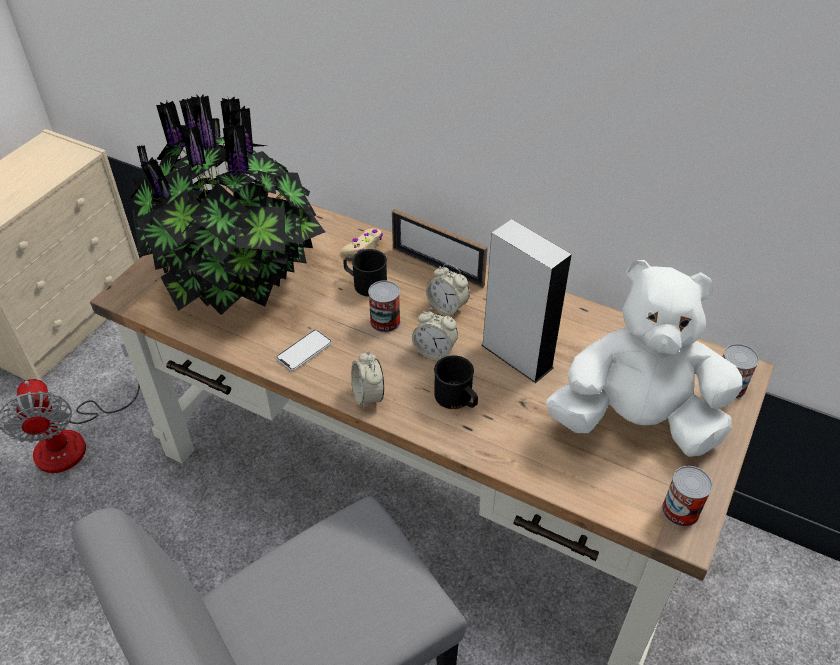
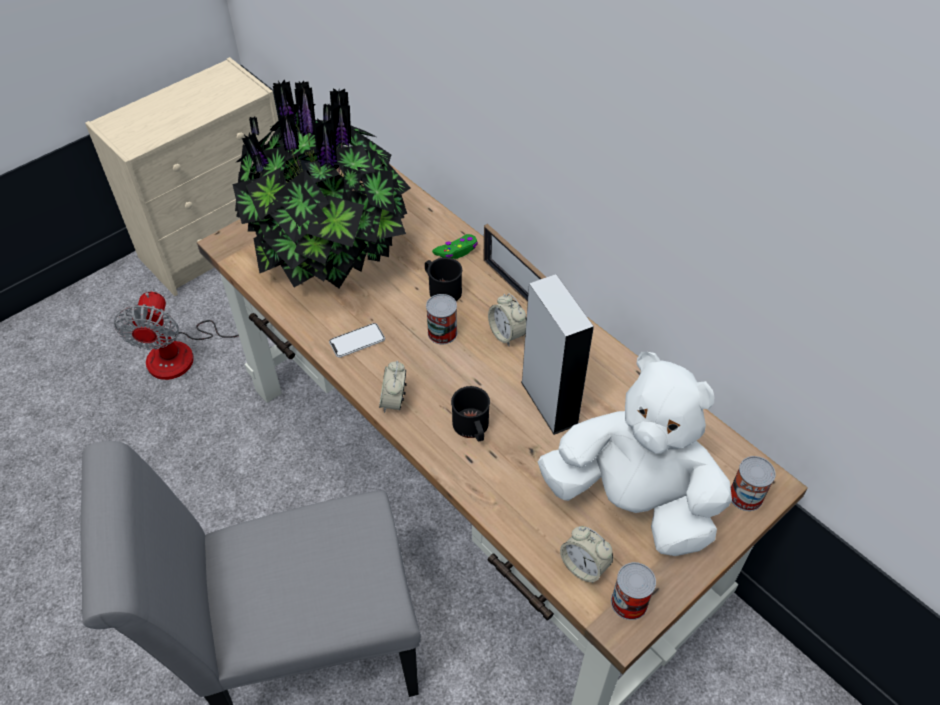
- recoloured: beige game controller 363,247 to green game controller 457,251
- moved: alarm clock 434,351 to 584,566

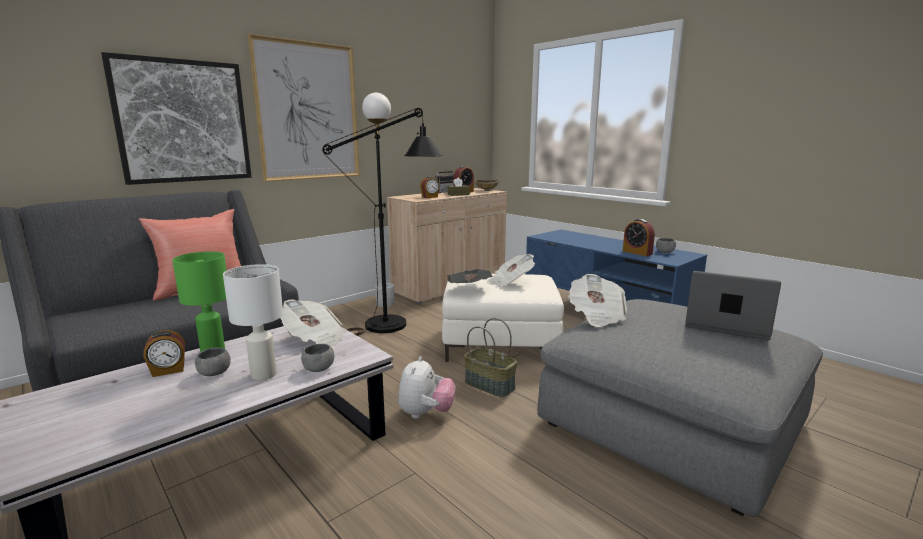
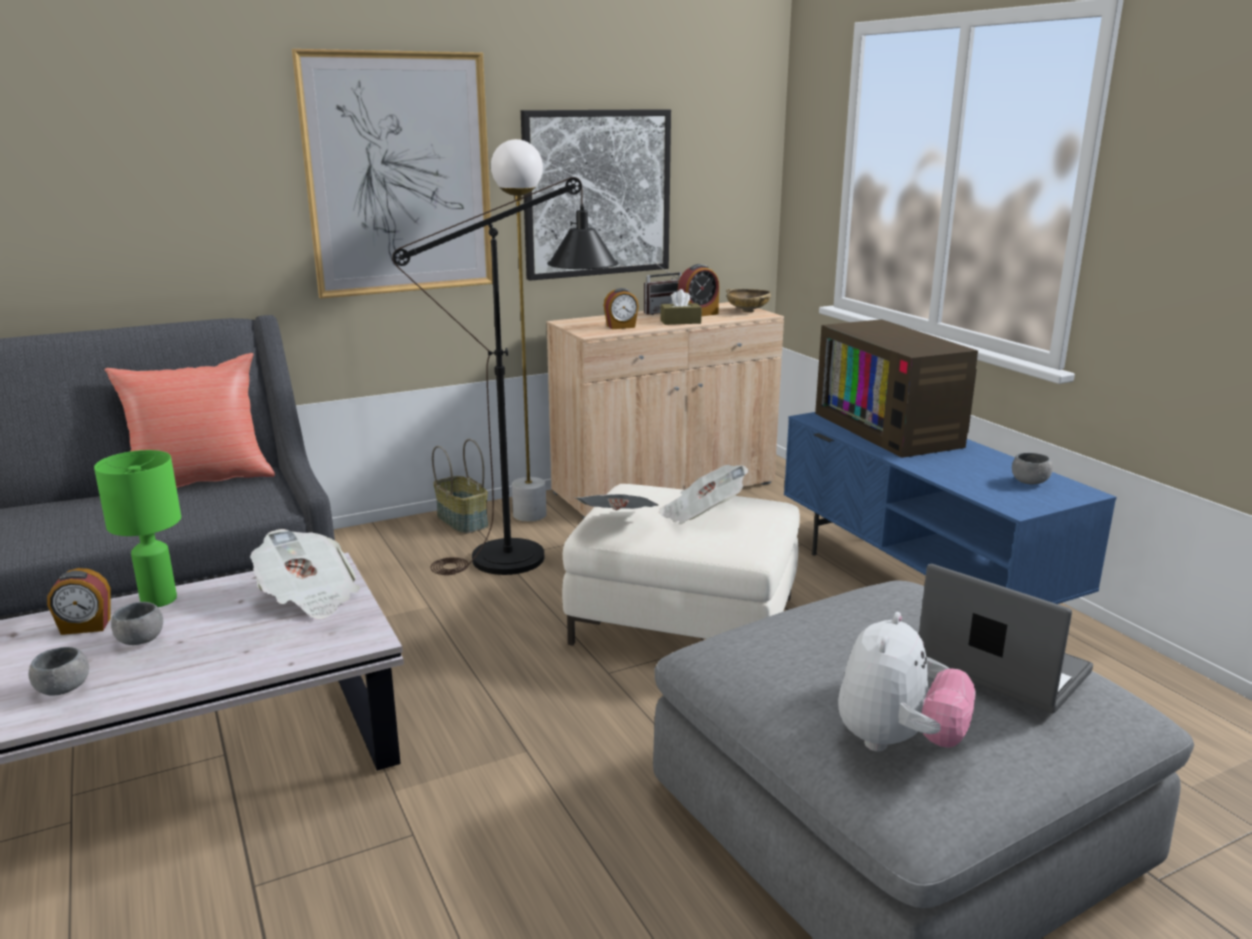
- moved: picture 183,121 to 597,193
- removed: alarm clock 637,252
- removed: white table lamp 263,375
- removed: newspaper 596,315
- moved: basket 490,385 to 463,521
- moved: grey bowl 318,369 to 63,689
- moved: plush toy 425,413 to 897,742
- added: television 891,429

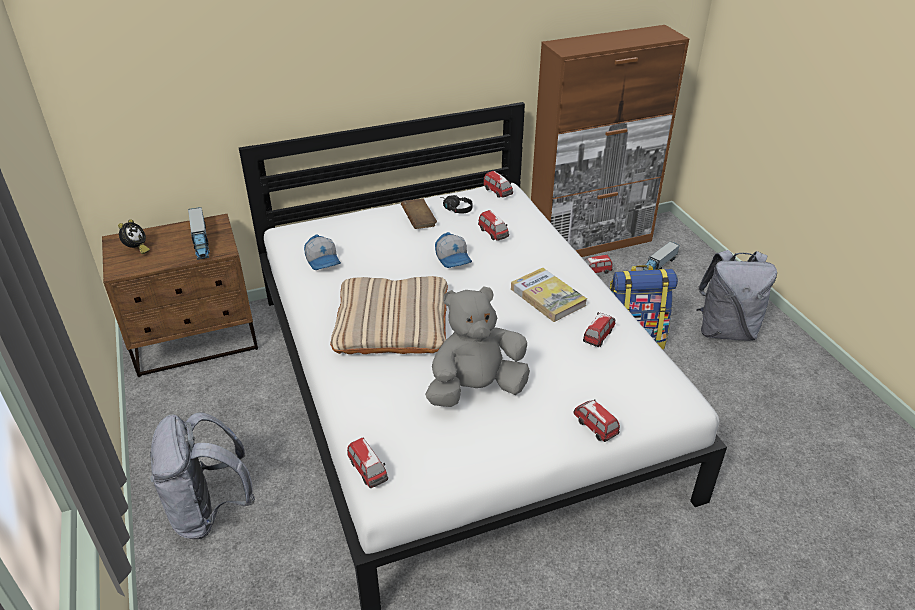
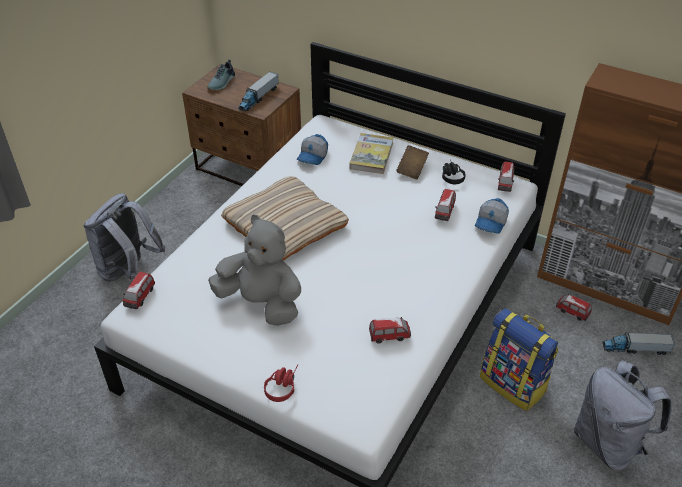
- replaced: alarm clock 136,249 to shoe 222,82
- moved: cap 454,258 to 491,222
- moved: book 547,297 to 371,155
- replaced: toy car 594,427 to red headphones 282,385

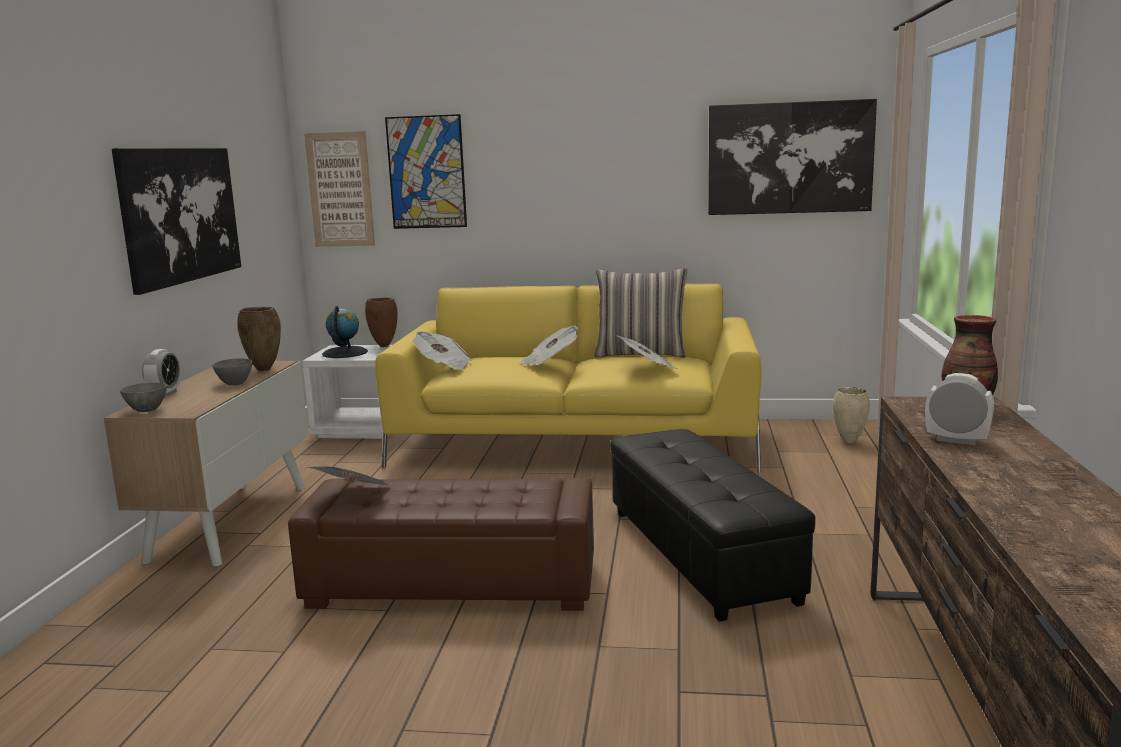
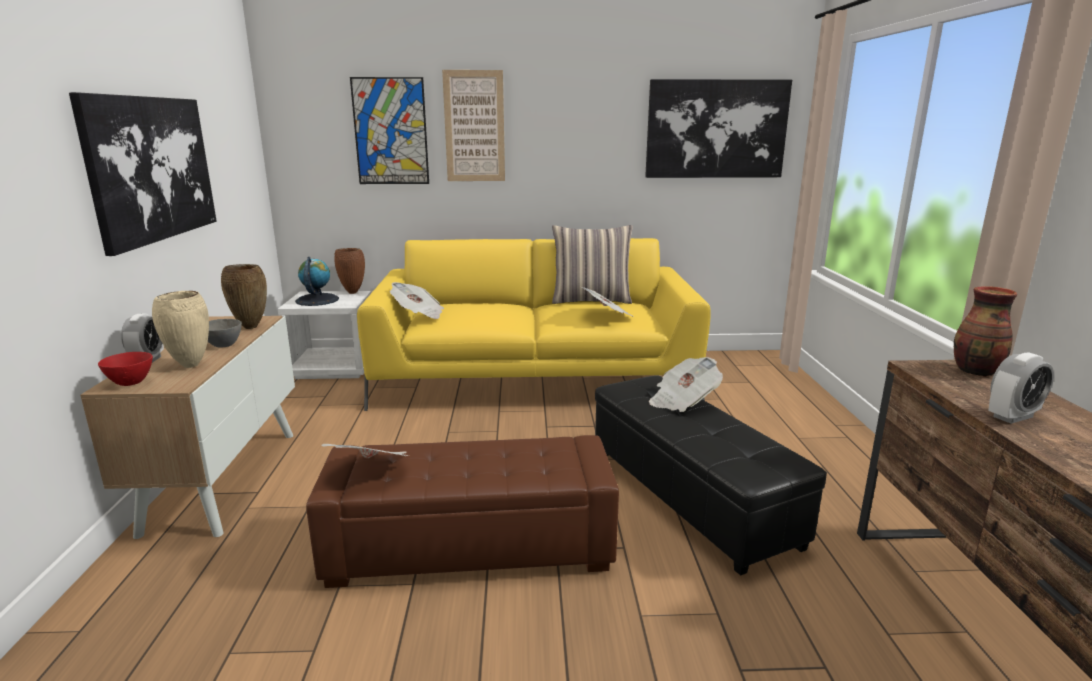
- moved: picture 340,190 to 474,126
- moved: newspaper 550,361 to 683,401
- turned: alarm clock 956,440 = 1012,416 135 degrees clockwise
- recoloured: grey bowl 147,410 to red bowl 131,383
- moved: beige vase 848,442 to 189,366

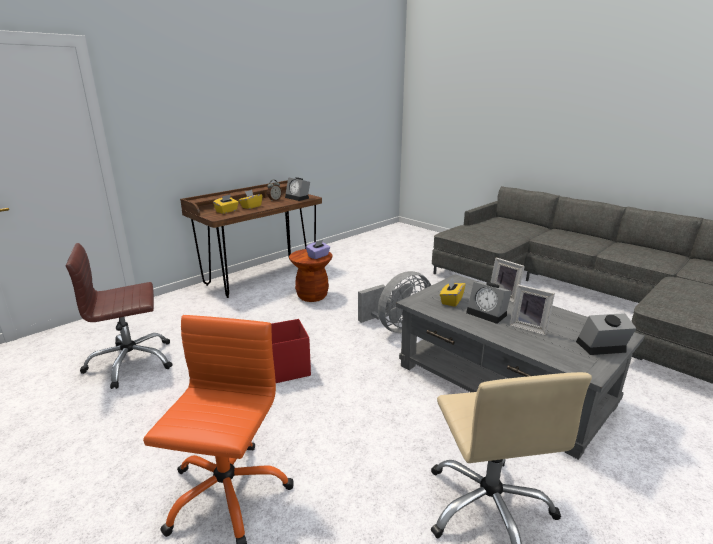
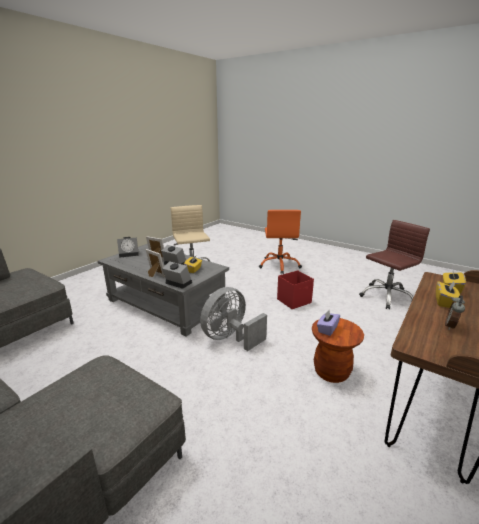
- moved: alarm clock 298,198 to 177,283

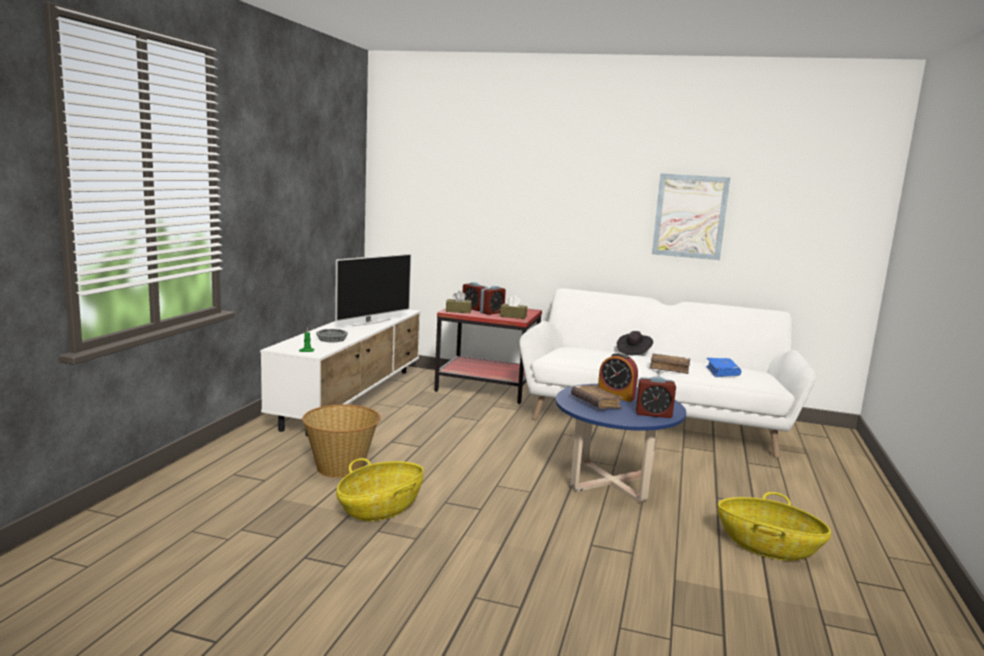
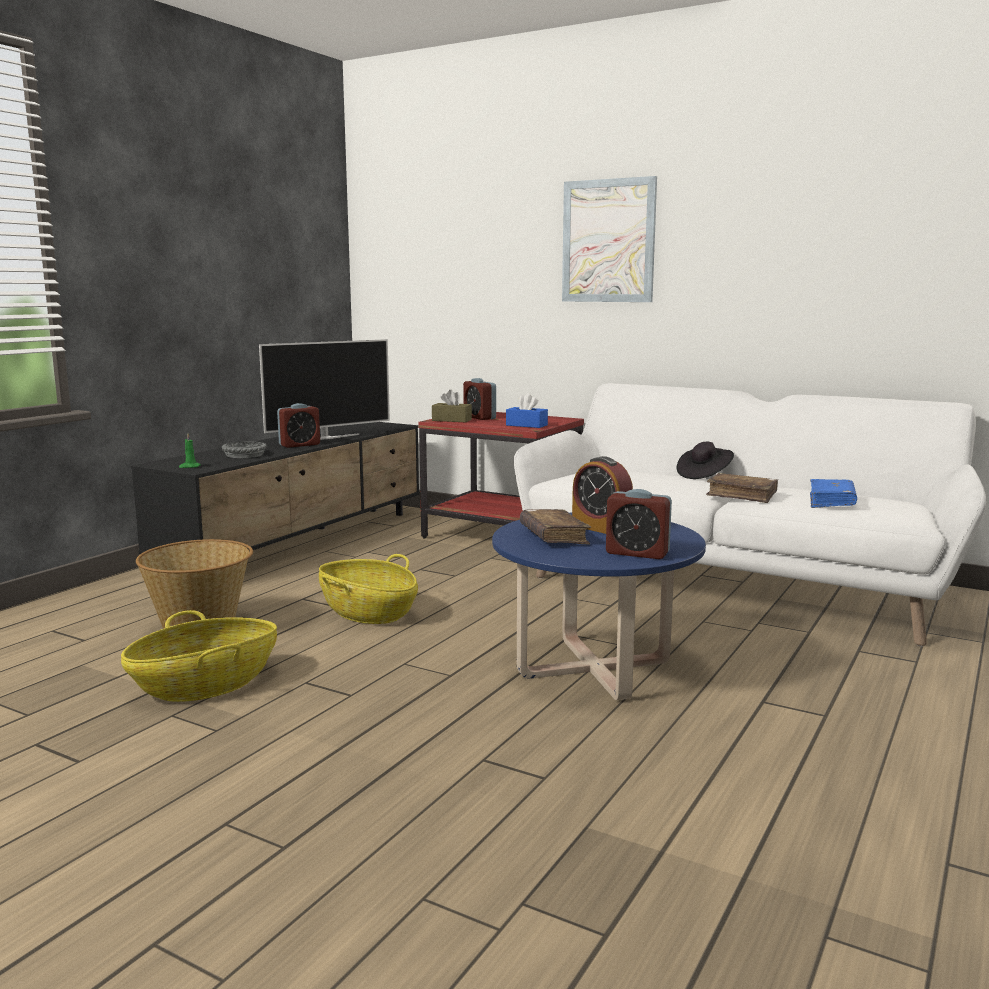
- moved: picture 690,216 to 608,241
- moved: alarm clock 492,312 to 299,445
- recoloured: brown tissue box 513,316 to blue tissue box 526,425
- recoloured: white tv stand 352,397 to black tv stand 300,543
- moved: basket 768,546 to 368,612

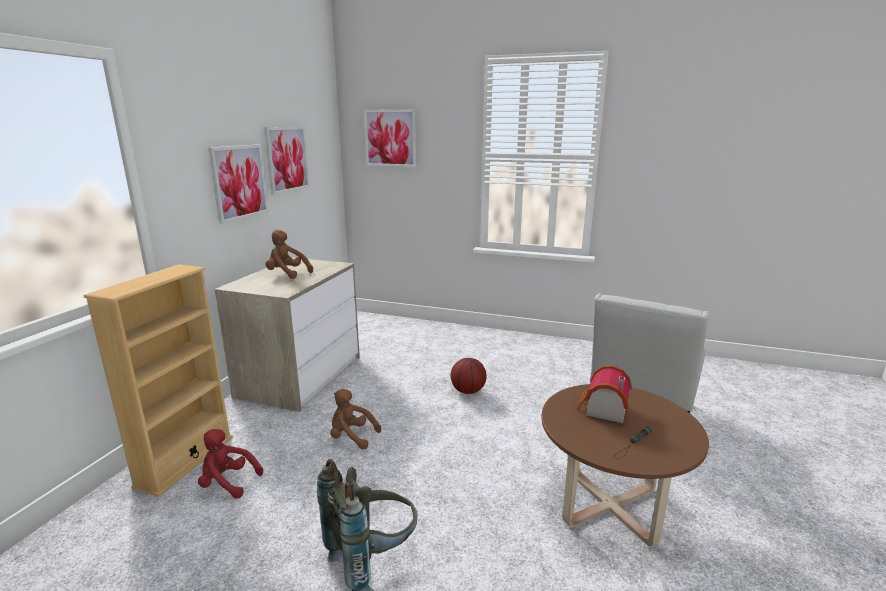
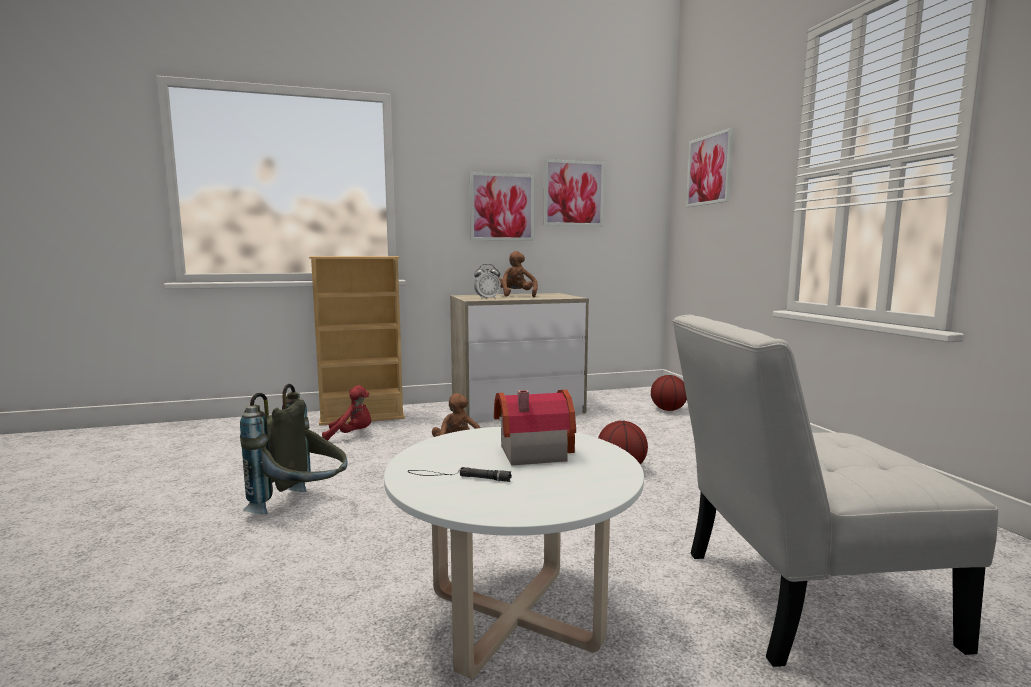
- recoloured: brown coffee table 609,506 to white coffee table 514,618
- turned: red plush toy 228,483 = 351,435 105 degrees clockwise
- added: alarm clock 487,299
- added: basketball 668,409

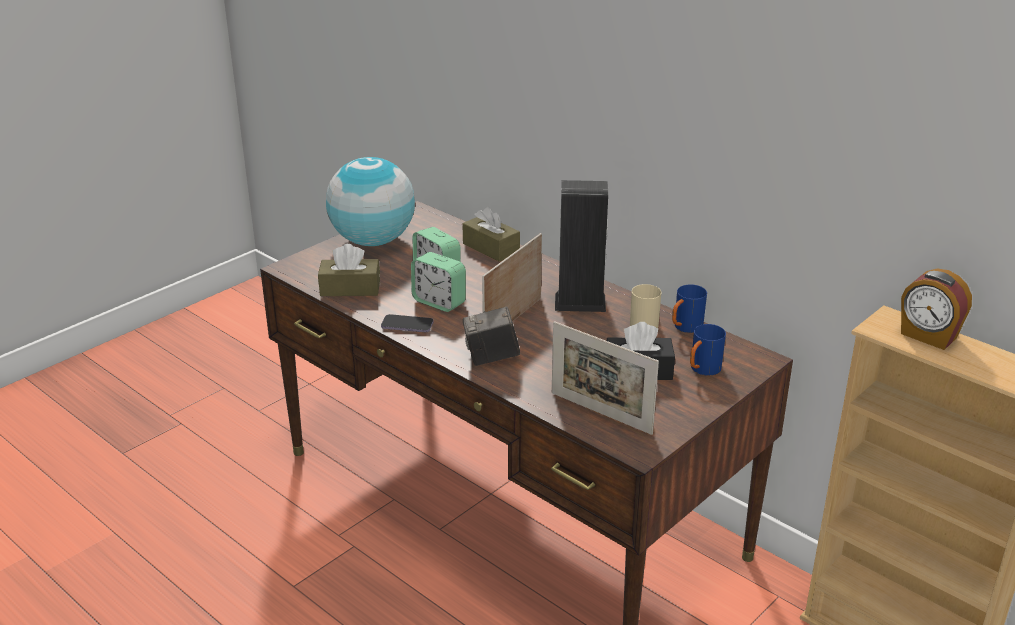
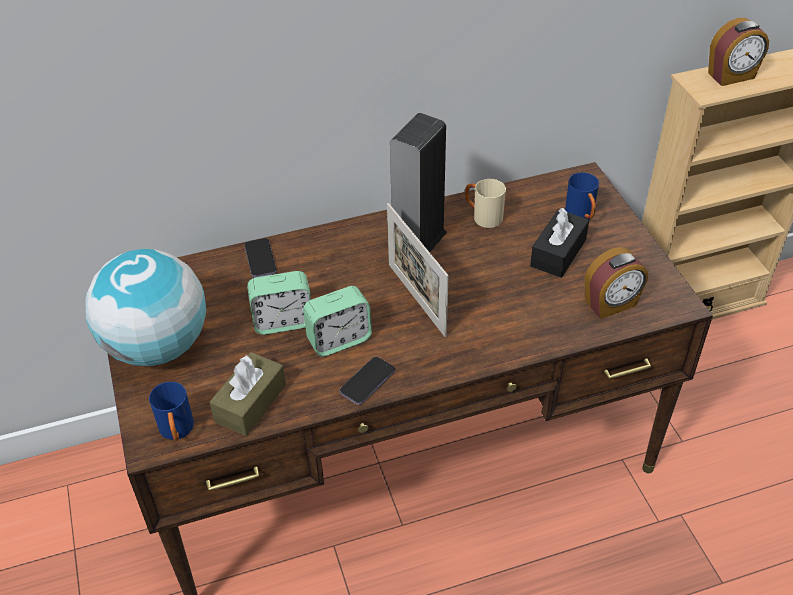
- replaced: brown tissue box 491,248 to phone 260,259
- moved: blue mug 684,328 to 177,432
- removed: photo camera 491,358
- replaced: picture frame 600,413 to alarm clock 611,304

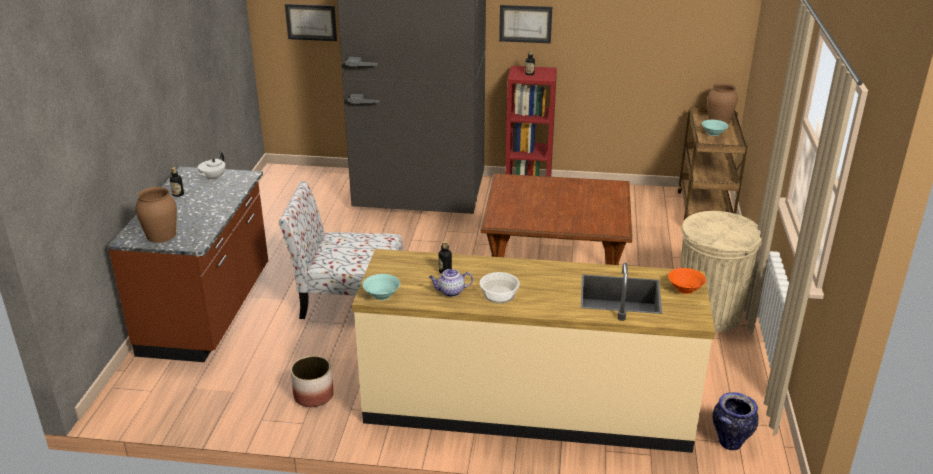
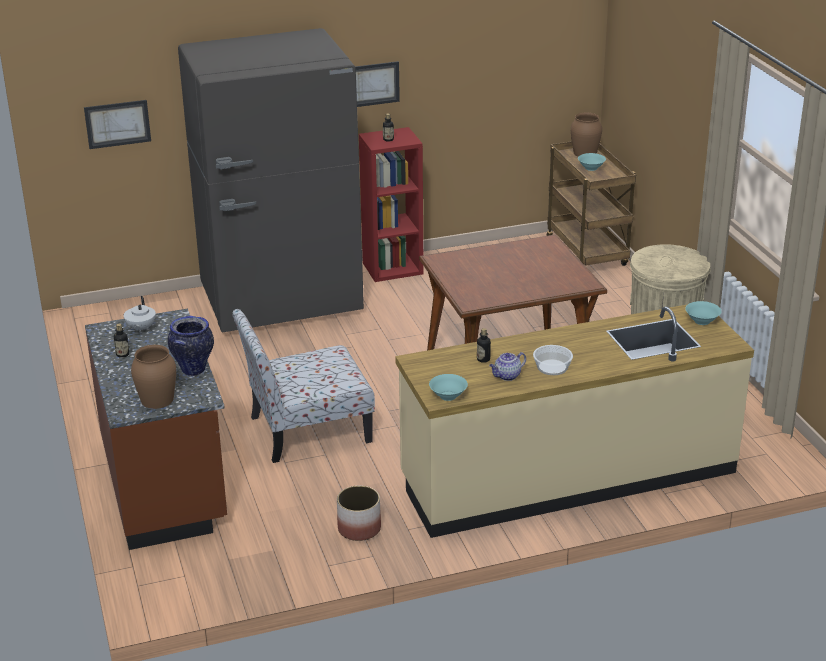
- recoloured: orange bowl 685,289 to turquoise bowl 702,321
- moved: vase 730,442 to 193,369

